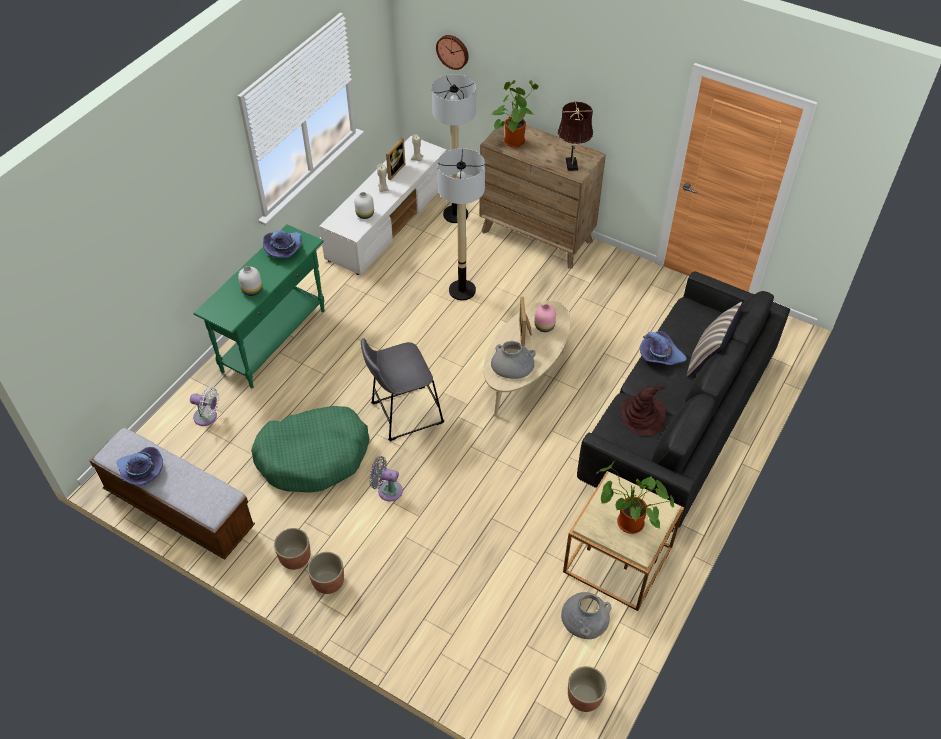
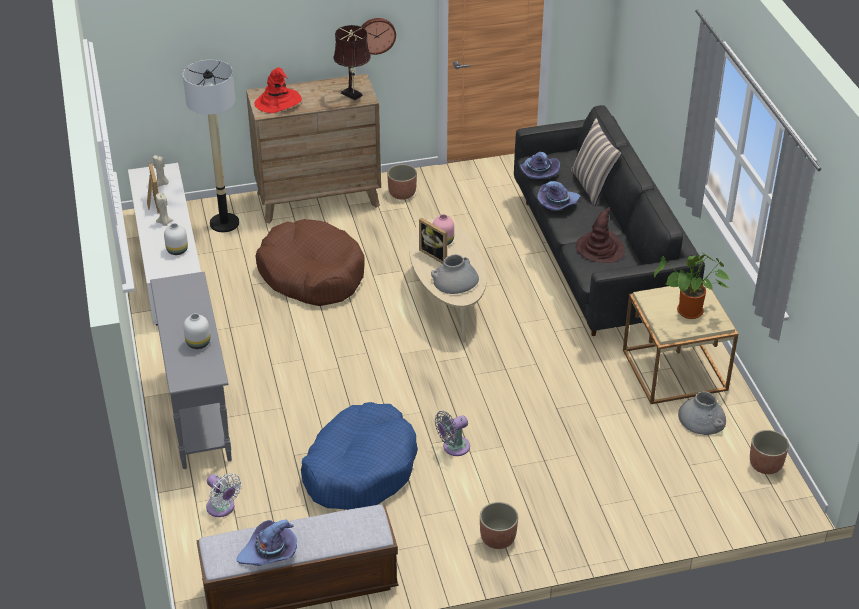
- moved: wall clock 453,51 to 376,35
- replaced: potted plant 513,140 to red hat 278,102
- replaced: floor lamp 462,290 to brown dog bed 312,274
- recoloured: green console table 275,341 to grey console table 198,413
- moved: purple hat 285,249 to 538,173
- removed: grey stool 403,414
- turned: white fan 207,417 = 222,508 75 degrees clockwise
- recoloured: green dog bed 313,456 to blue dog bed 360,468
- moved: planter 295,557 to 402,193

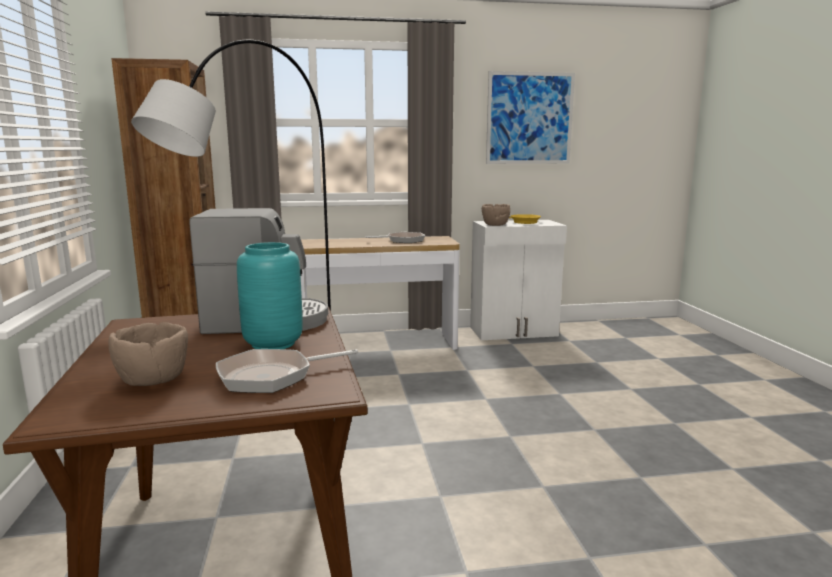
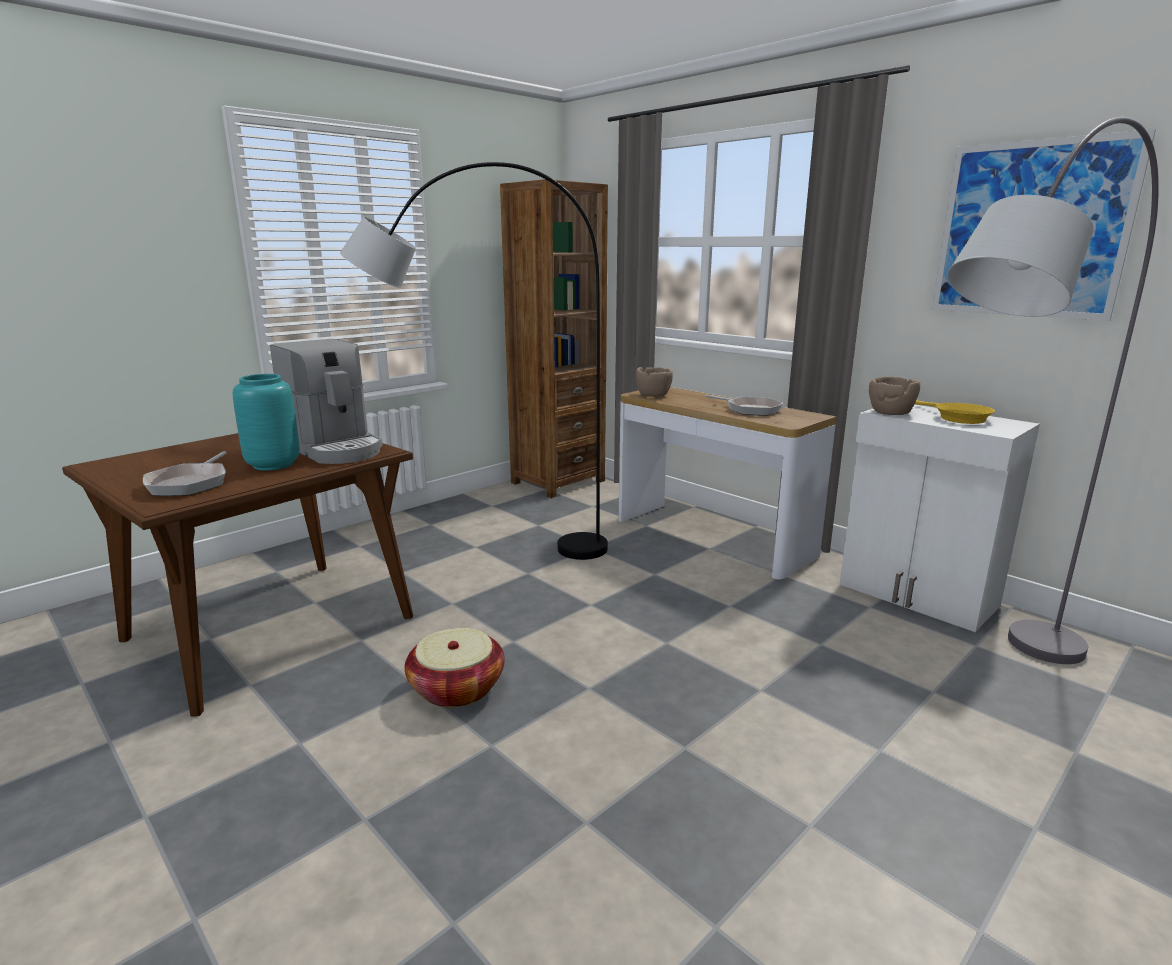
- moved: brown bowl 154,380 to 653,395
- turned: frying pan 272,376 = 191,483 120 degrees counterclockwise
- added: grey floor lamp 987,691
- added: basket 457,688

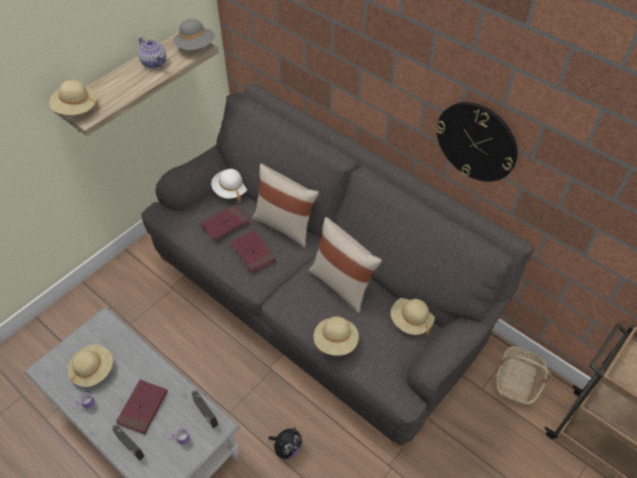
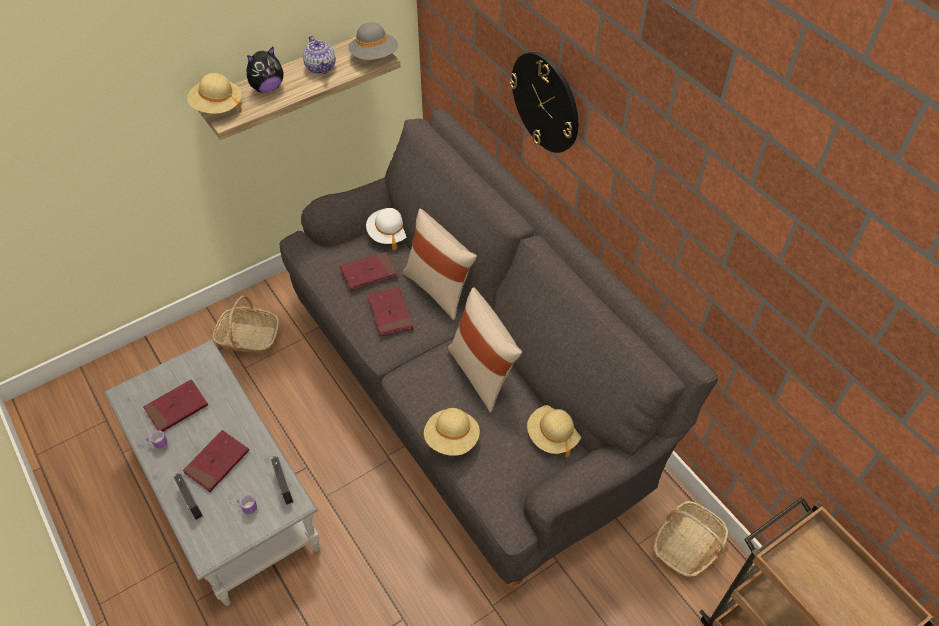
- moved: wall clock 476,141 to 545,102
- replaced: beige hat 93,370 to red book 176,408
- moved: plush toy 287,447 to 267,88
- added: basket 248,338

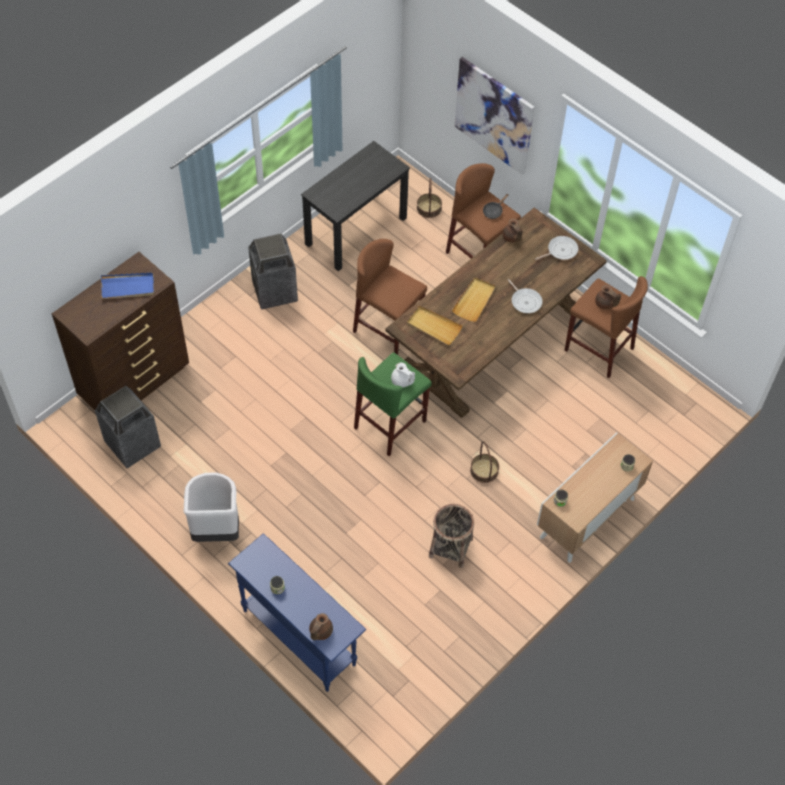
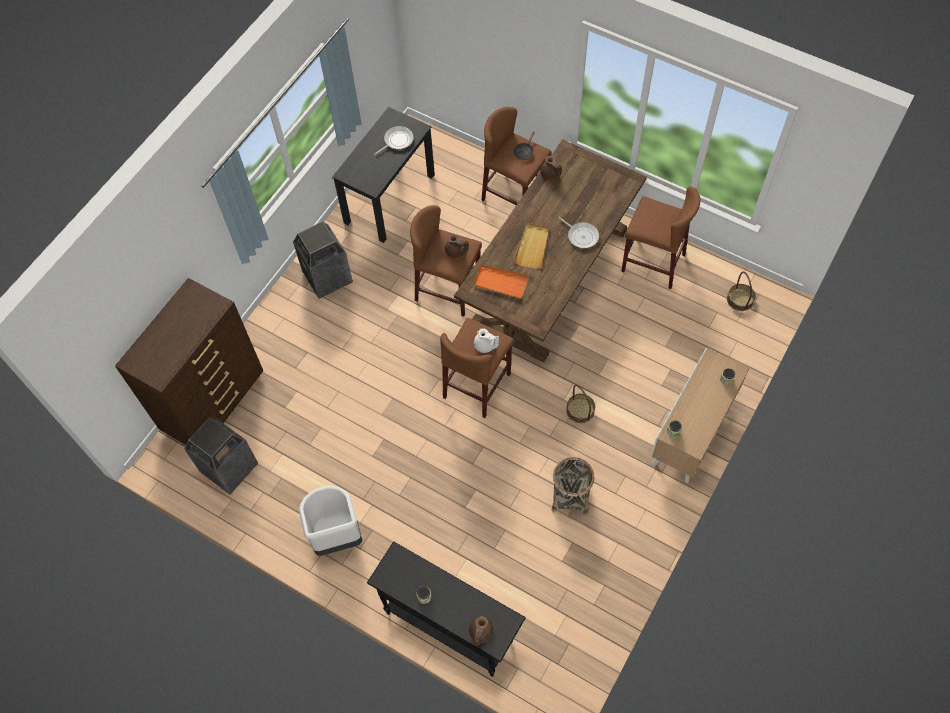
- removed: picture 494,115
- moved: basket 429,208 to 740,299
- moved: frying pan 560,250 to 397,141
- removed: blue tray 128,287
- moved: brown teapot 605,304 to 456,252
- recoloured: beige tray 433,327 to orange tray 500,282
- recoloured: green stool 390,424 to brown stool 477,385
- recoloured: blue console table 299,636 to black console table 449,626

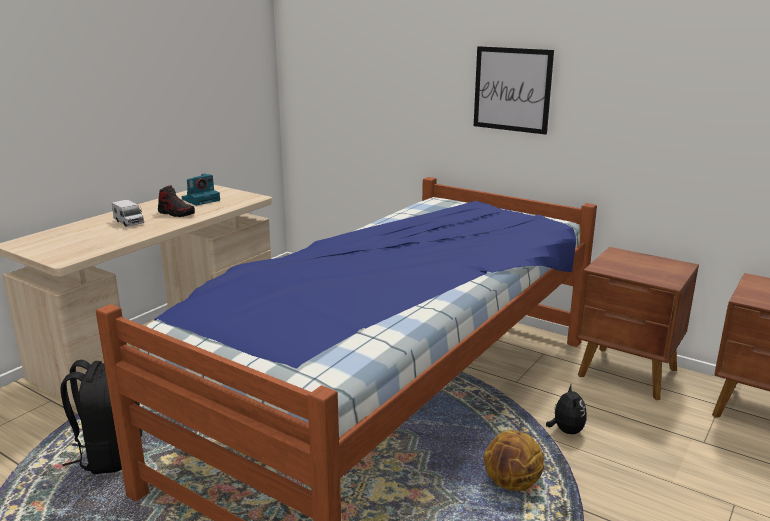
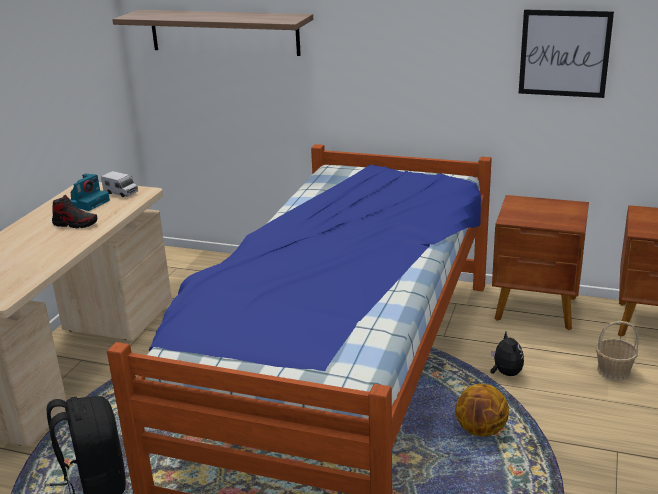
- moved: picture 512,89 to 564,53
- moved: toy truck 129,222 to 121,192
- added: shelf 224,32
- added: basket 613,371

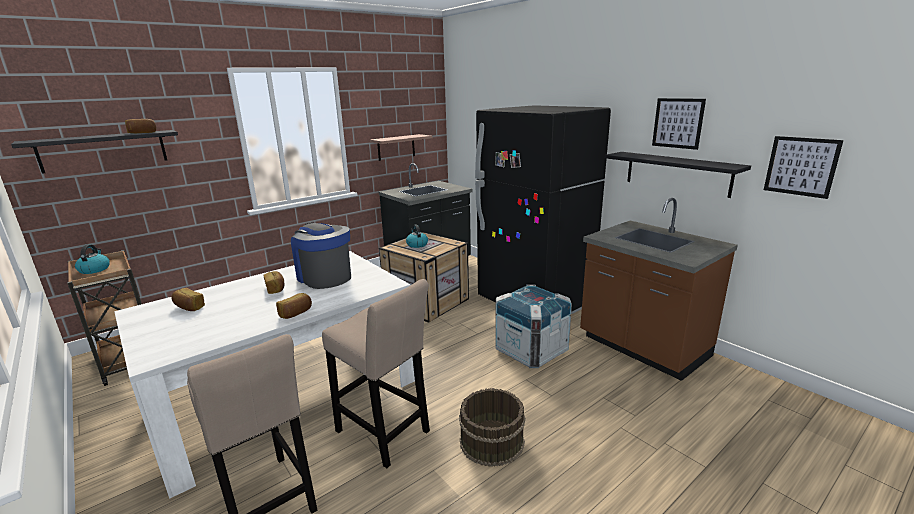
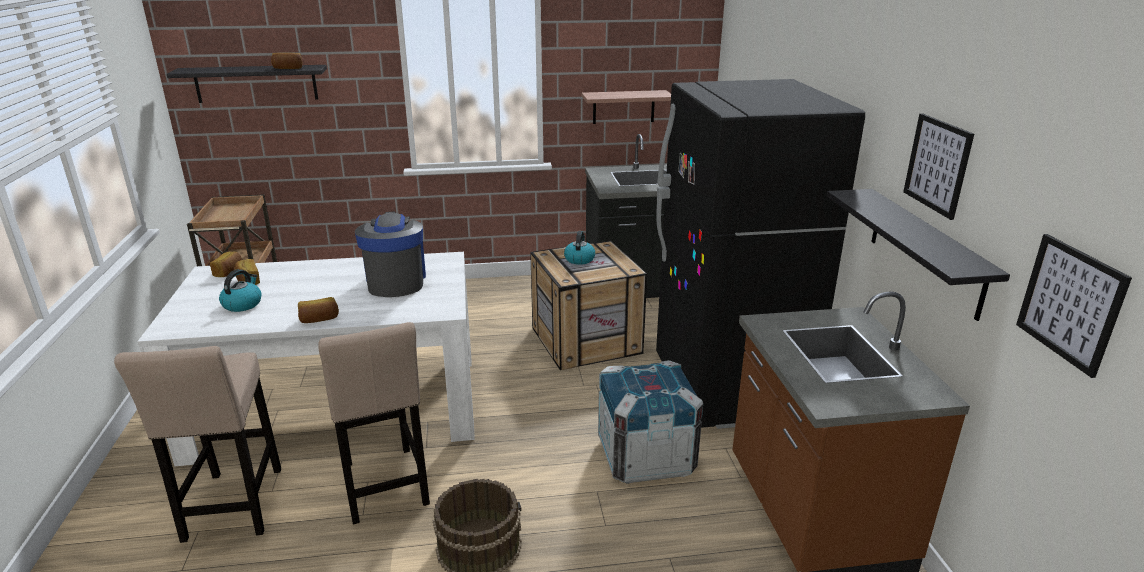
- moved: kettle 94,269 to 242,304
- moved: bread 275,289 to 229,272

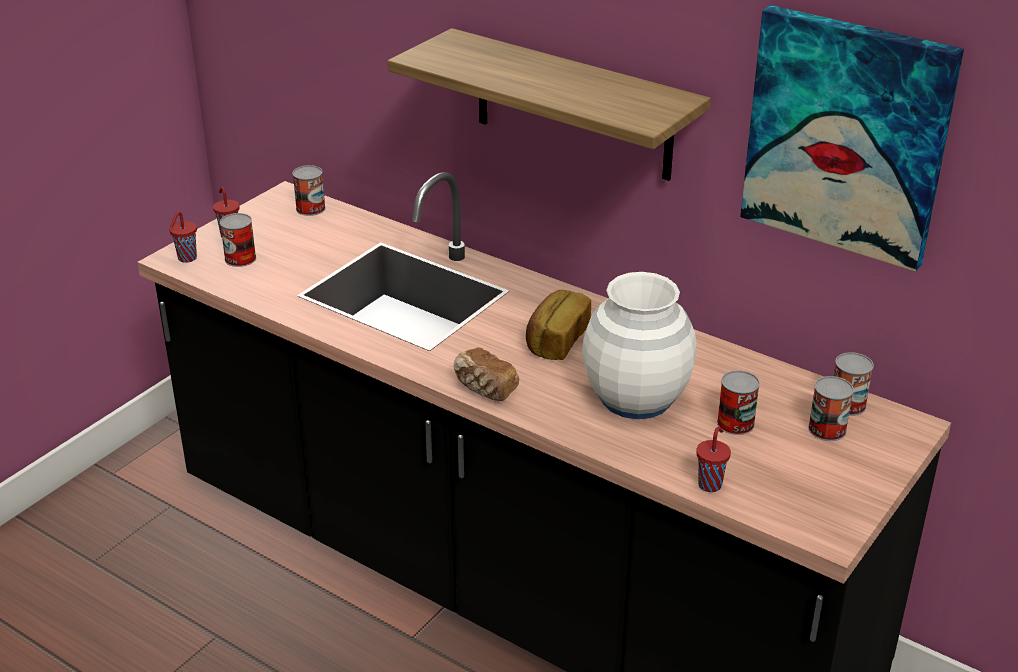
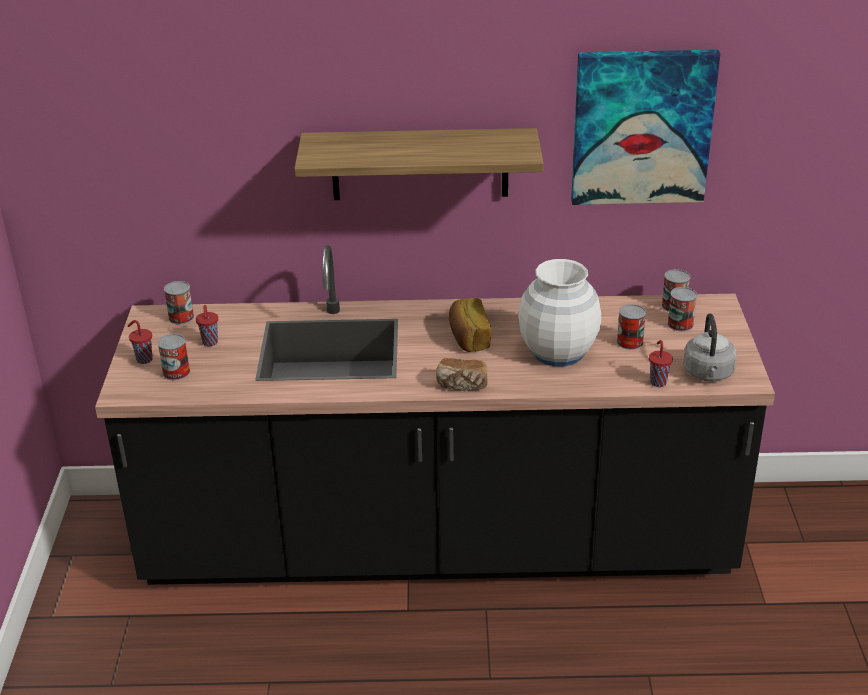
- moved: red cup 186,259 to 210,343
- added: grey kettle 708,374

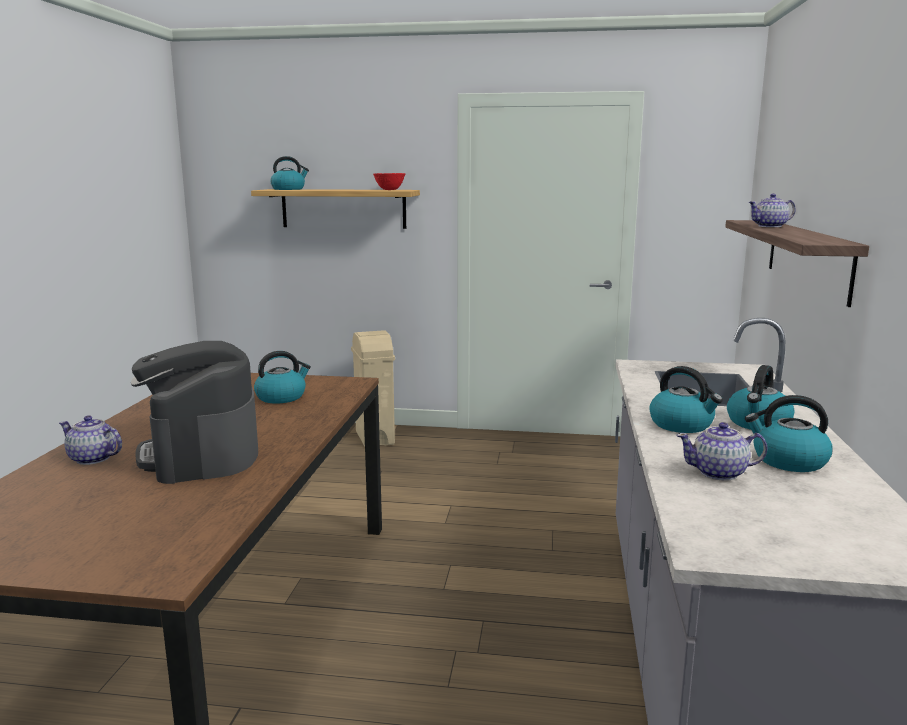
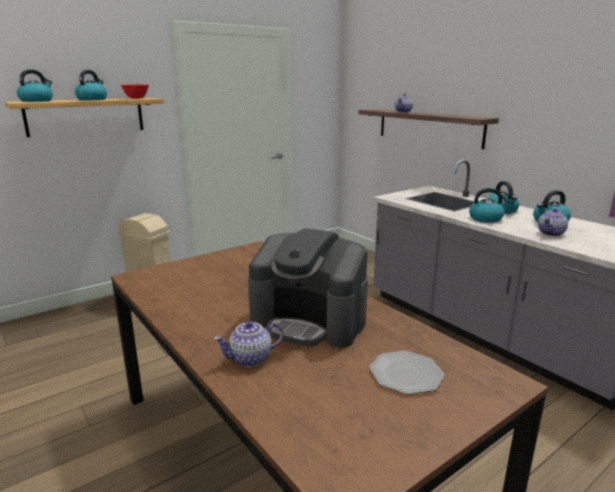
- moved: kettle 281,397 to 92,99
- added: plate 405,374

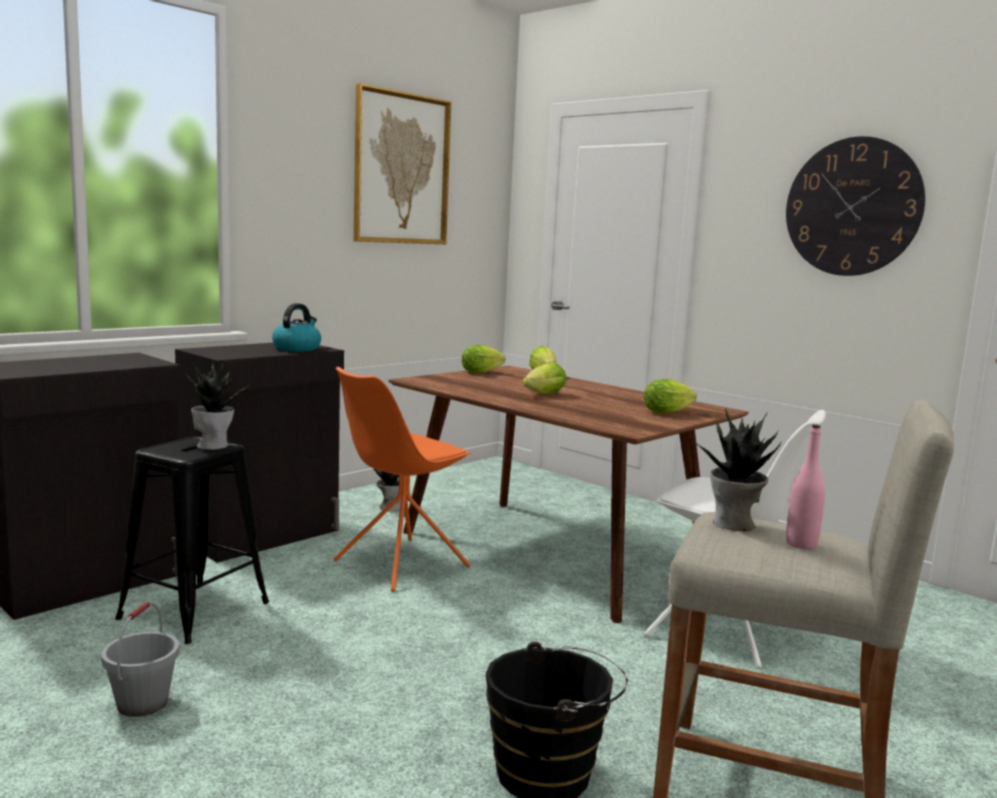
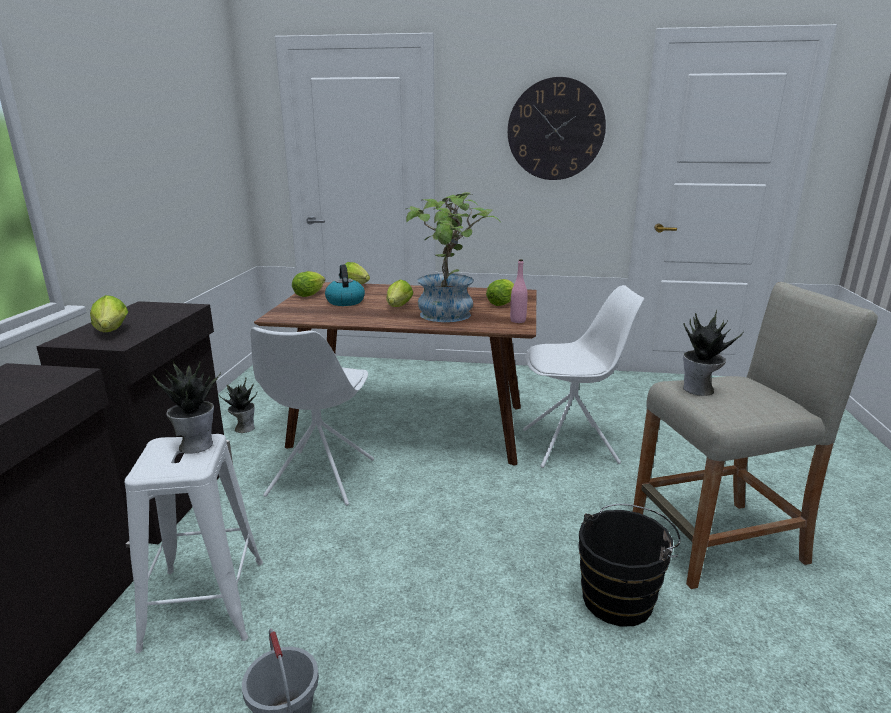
- removed: picture 401,169
- moved: kettle 297,348 to 345,301
- recoloured: orange chair 399,564 to white chair 320,478
- moved: pink bottle 801,544 to 518,321
- recoloured: black stool 193,611 to white stool 205,604
- added: potted plant 449,316
- added: lettuce 111,332

